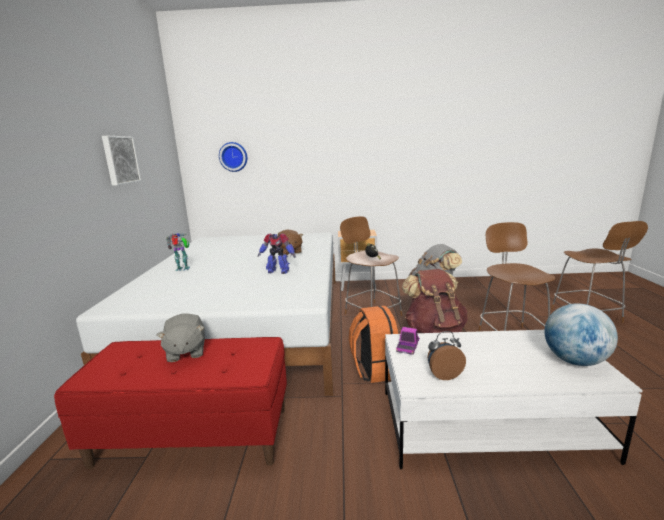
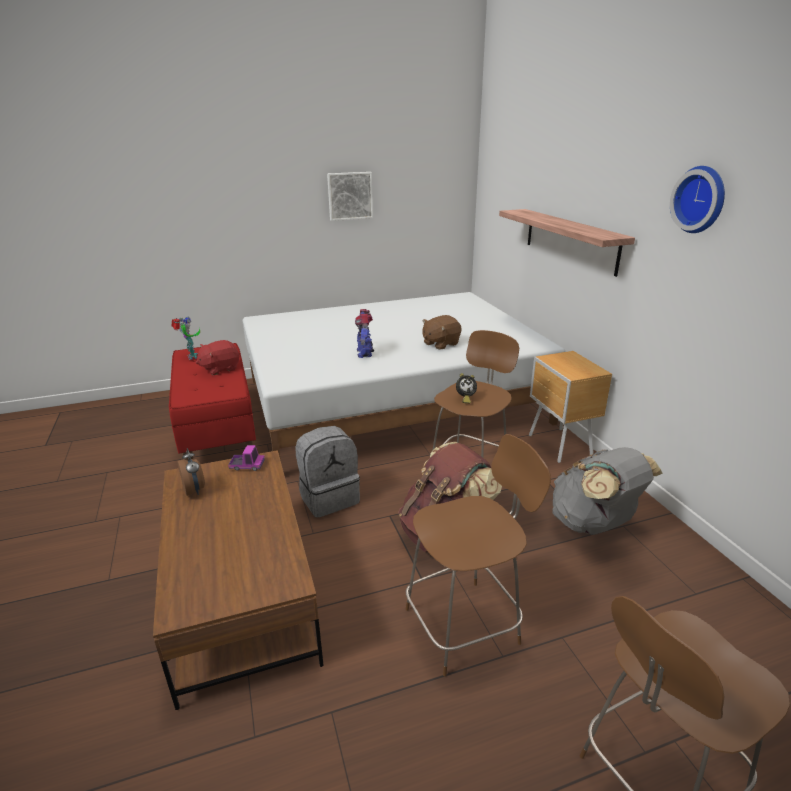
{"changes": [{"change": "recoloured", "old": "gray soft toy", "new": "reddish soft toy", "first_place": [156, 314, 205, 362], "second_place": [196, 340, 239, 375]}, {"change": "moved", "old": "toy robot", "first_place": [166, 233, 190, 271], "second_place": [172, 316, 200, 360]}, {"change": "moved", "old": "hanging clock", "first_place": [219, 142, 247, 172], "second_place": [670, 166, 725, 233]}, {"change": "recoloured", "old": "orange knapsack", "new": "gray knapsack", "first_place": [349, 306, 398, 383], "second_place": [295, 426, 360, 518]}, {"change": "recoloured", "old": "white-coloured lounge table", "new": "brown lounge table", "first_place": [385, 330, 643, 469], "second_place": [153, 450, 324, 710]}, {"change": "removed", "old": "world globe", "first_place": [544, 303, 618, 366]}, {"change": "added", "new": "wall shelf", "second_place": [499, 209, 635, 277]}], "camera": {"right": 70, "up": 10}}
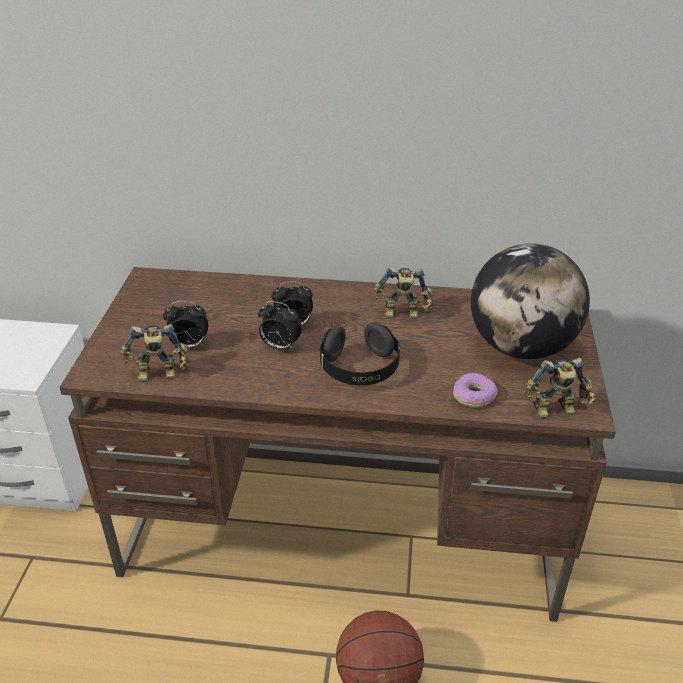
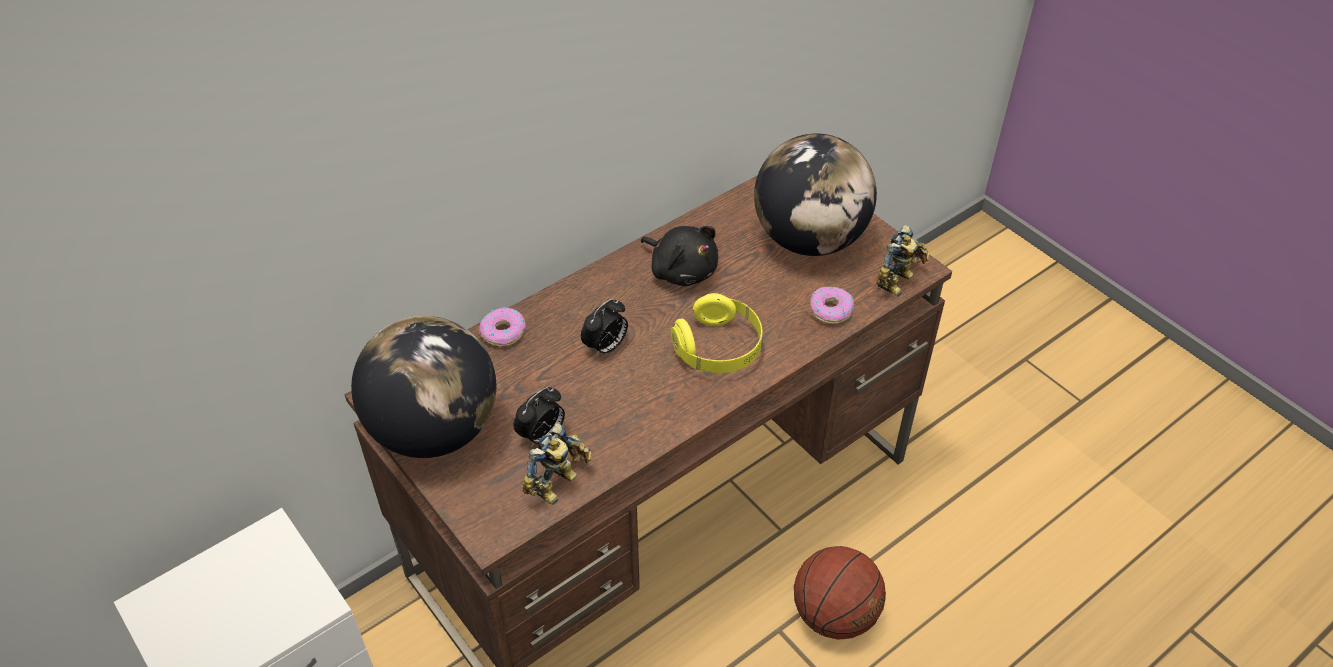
{"changes": [{"change": "removed", "old": "bedside clock", "first_place": [258, 301, 302, 351]}, {"change": "recoloured", "old": "blackish headphones", "new": "yellow headphones", "first_place": [320, 322, 400, 385], "second_place": [671, 293, 762, 373]}, {"change": "replaced", "old": "toy robot", "new": "blackish soft toy", "first_place": [374, 266, 433, 319], "second_place": [641, 226, 718, 286]}, {"change": "added", "new": "world globe", "second_place": [351, 316, 496, 458]}, {"change": "added", "new": "ring doughnut", "second_place": [479, 307, 526, 347]}], "camera": {"right": -45, "up": 10}}
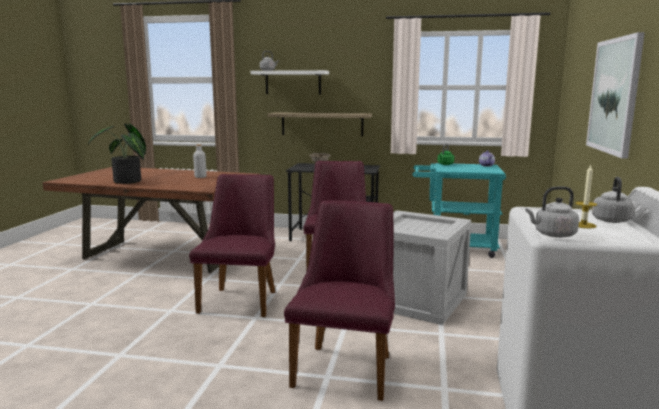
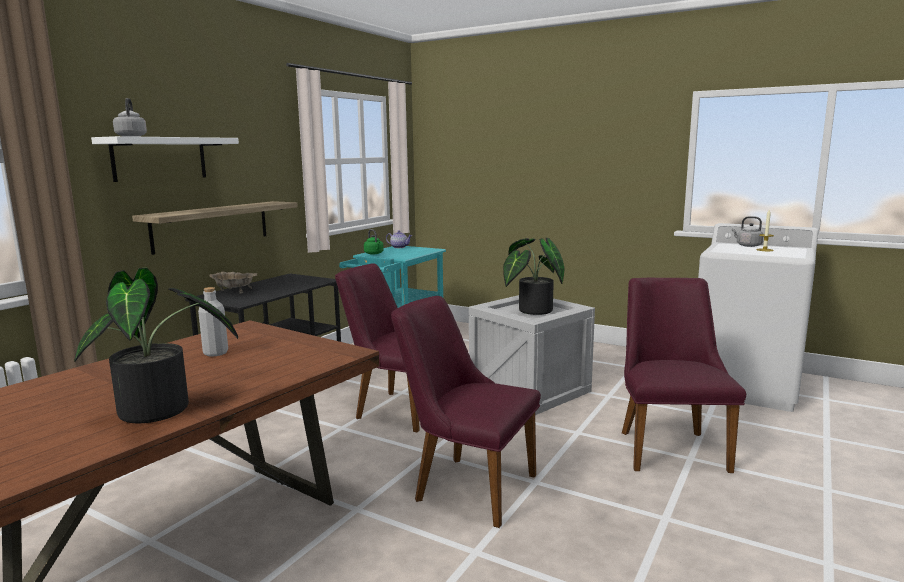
{"changes": [{"change": "turned", "old": "purplish upright chair", "first_place": [284, 200, 395, 401], "second_place": [622, 278, 746, 473], "degrees": 60}, {"change": "removed", "old": "gray kettle", "first_place": [525, 186, 579, 238]}, {"change": "removed", "old": "picture", "first_place": [586, 32, 645, 159]}, {"change": "added", "new": "houseplant", "second_place": [503, 238, 565, 315]}], "camera": {"right": -70, "up": 0}}
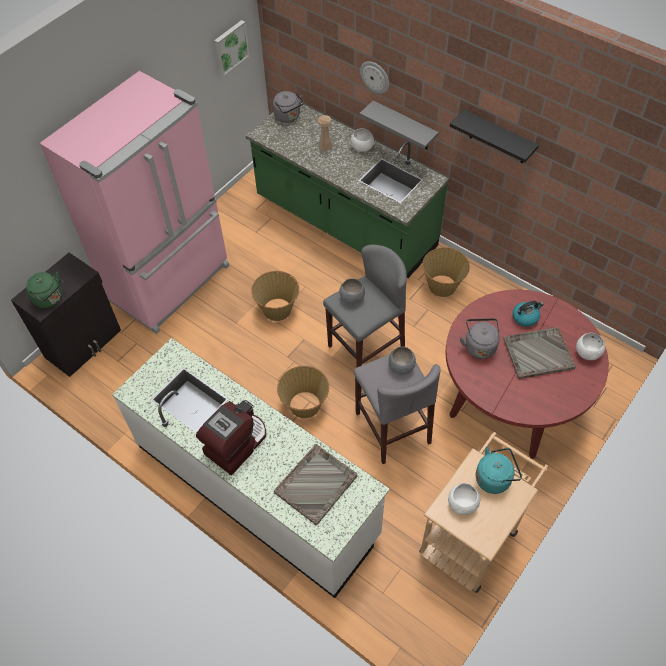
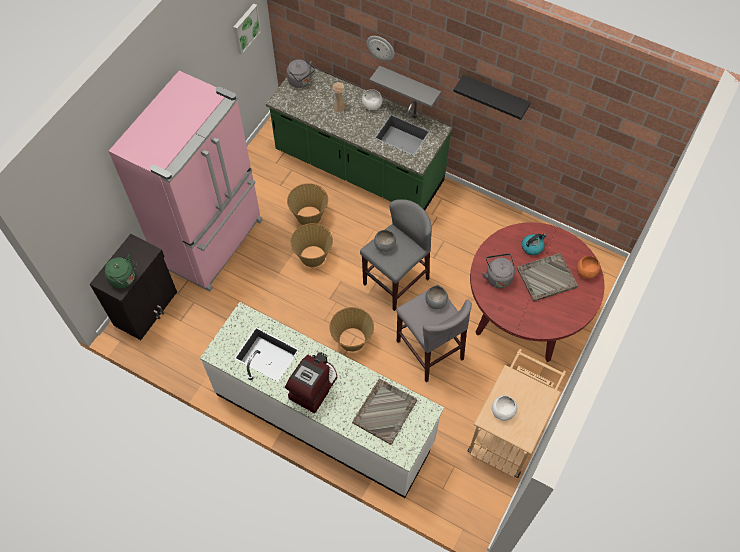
{"changes": [{"change": "moved", "old": "basket", "first_place": [422, 247, 470, 297], "second_place": [287, 183, 328, 225]}, {"change": "removed", "old": "turquoise kettle", "first_place": [476, 447, 522, 494]}, {"change": "recoloured", "old": "white-coloured deep dish", "new": "orange deep dish", "first_place": [576, 333, 605, 360], "second_place": [577, 256, 600, 279]}], "camera": {"right": -10, "up": 5}}
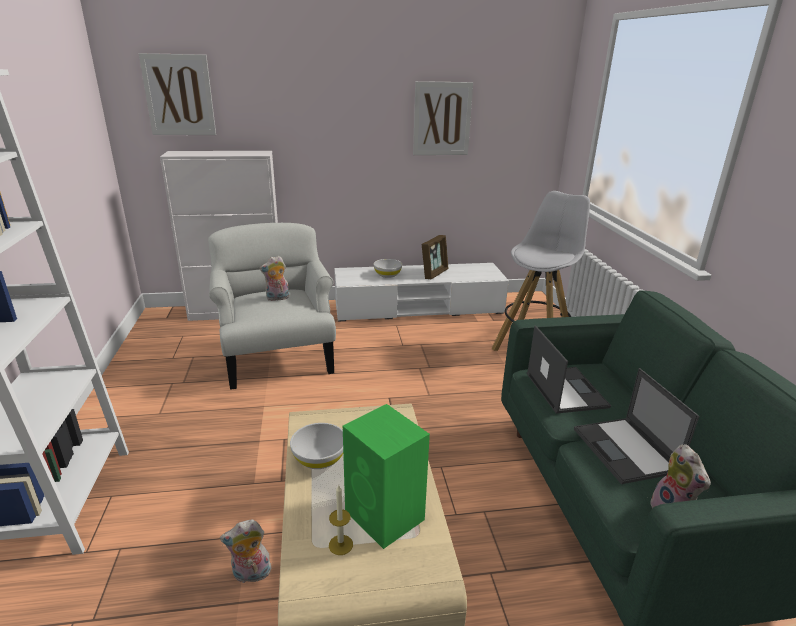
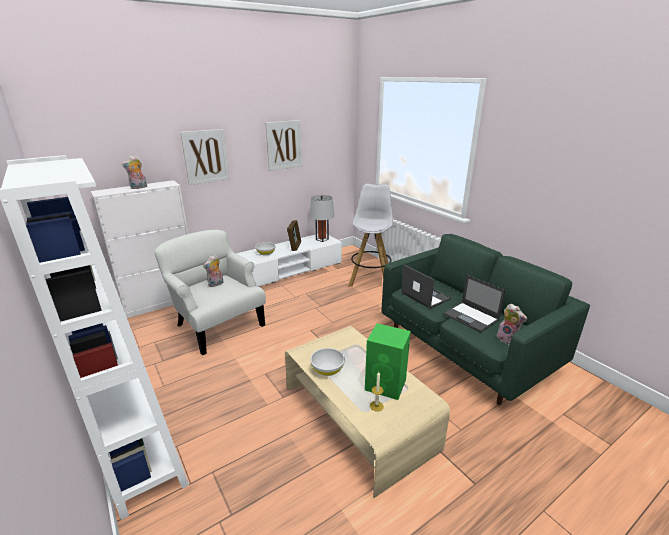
{"changes": [{"change": "moved", "old": "picture", "first_place": [139, 53, 216, 135], "second_place": [180, 129, 230, 185]}, {"change": "moved", "old": "soft toy", "first_place": [220, 520, 272, 583], "second_place": [122, 156, 147, 189]}, {"change": "added", "new": "gray lamp for a table", "second_place": [309, 195, 334, 242]}], "camera": {"right": -25, "up": 0}}
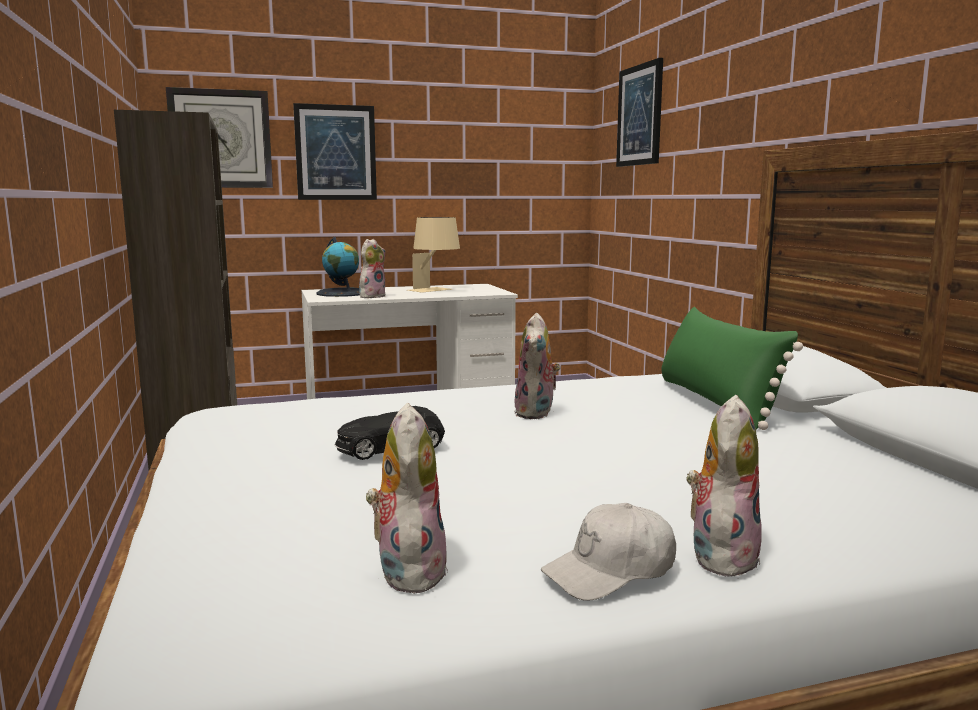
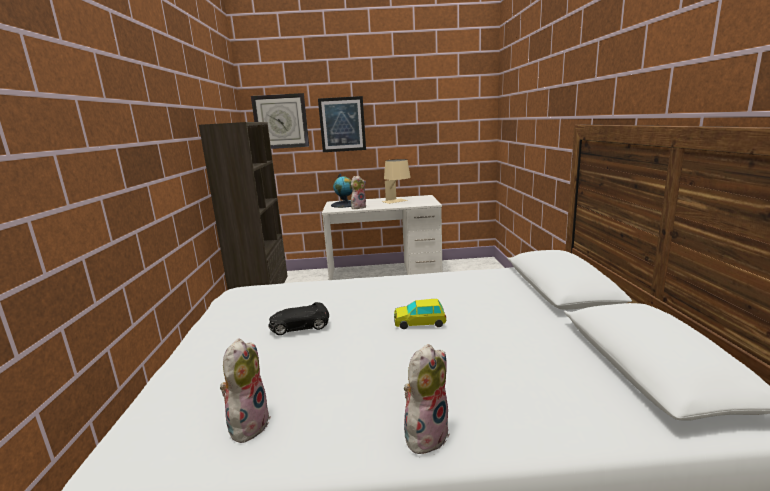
{"changes": [{"change": "removed", "old": "soft toy", "first_place": [515, 313, 561, 419]}, {"change": "removed", "old": "white-coloured baseball cap", "first_place": [541, 503, 676, 600]}, {"change": "removed", "old": "picture", "first_place": [616, 58, 663, 167]}, {"change": "removed", "old": "green-coloured cushion", "first_place": [661, 307, 803, 430]}, {"change": "added", "new": "miniature car", "second_place": [394, 299, 446, 329]}], "camera": {"right": 15, "up": 5}}
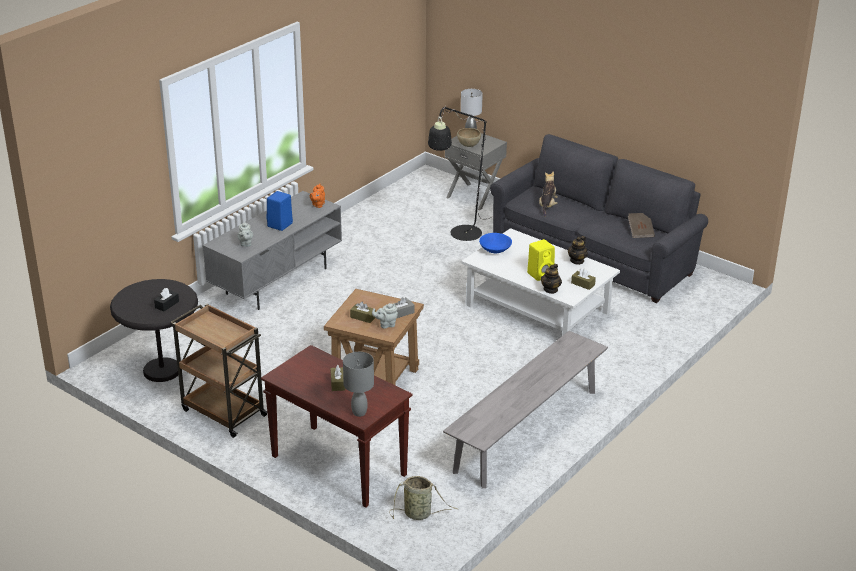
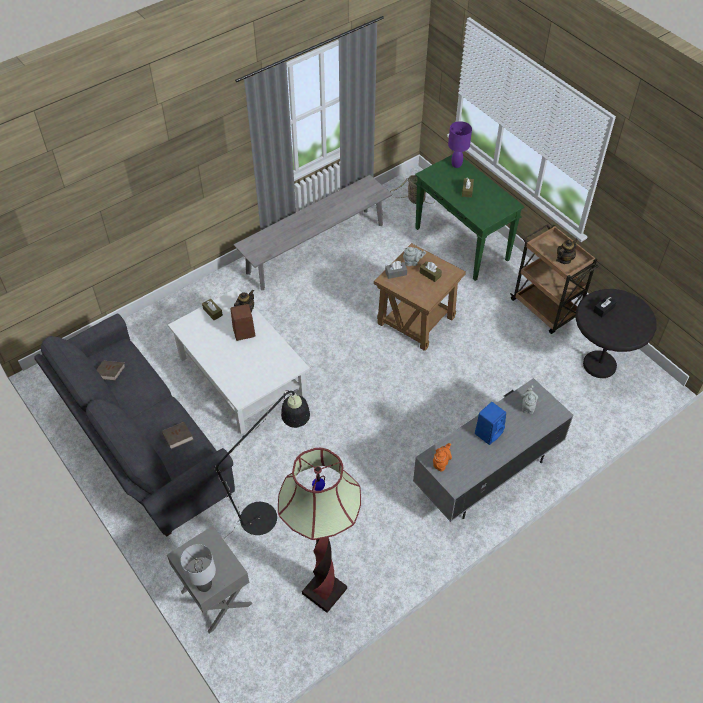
{"changes": [{"change": "recoloured", "old": "brown narrow table", "new": "green-coloured narrow table", "first_place": [261, 345, 413, 507], "second_place": [415, 154, 525, 281]}, {"change": "recoloured", "old": "gray lamp for a table", "new": "purplish lamp for a table", "first_place": [343, 352, 374, 417], "second_place": [448, 121, 472, 168]}, {"change": "removed", "old": "brown deep dish", "first_place": [457, 128, 481, 147]}, {"change": "removed", "old": "bluish deep dish", "first_place": [479, 233, 512, 253]}, {"change": "recoloured", "old": "yellow audio speaker", "new": "brown audio speaker", "first_place": [527, 239, 555, 281], "second_place": [231, 304, 255, 341]}, {"change": "replaced", "old": "soft toy", "new": "brown bound book", "first_place": [539, 172, 558, 217], "second_place": [162, 422, 194, 449]}, {"change": "moved", "old": "teapot", "first_place": [568, 236, 588, 265], "second_place": [556, 239, 577, 264]}, {"change": "added", "new": "floor lamp", "second_place": [278, 448, 361, 613]}], "camera": {"right": -165, "up": 20}}
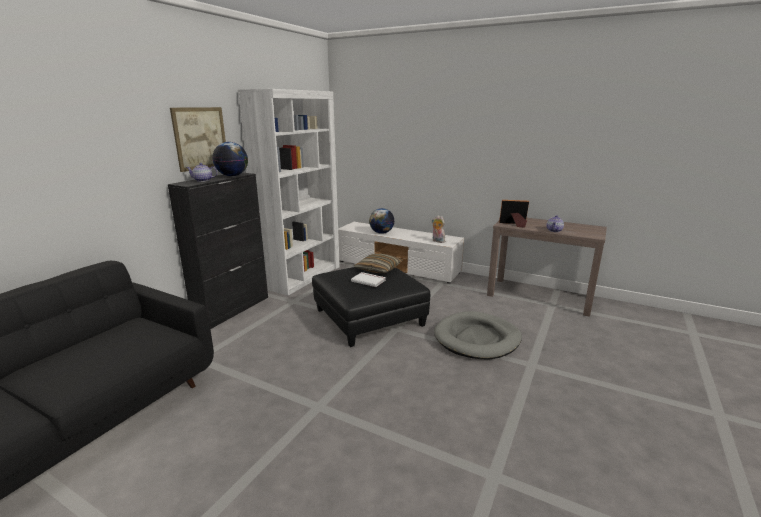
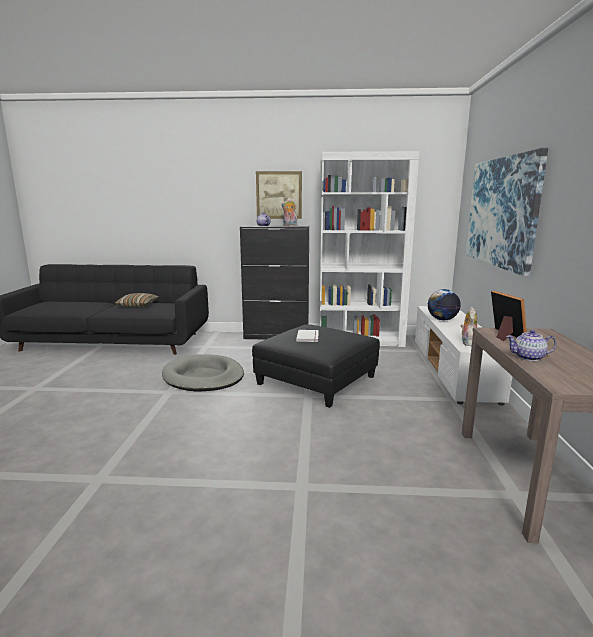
{"changes": [{"change": "replaced", "old": "world globe", "new": "soft toy", "first_place": [212, 142, 248, 176], "second_place": [281, 198, 298, 226]}, {"change": "moved", "old": "cushion", "first_place": [354, 254, 402, 273], "second_place": [115, 293, 159, 307]}, {"change": "moved", "old": "gray dog cushion", "first_place": [434, 311, 522, 359], "second_place": [162, 355, 244, 392]}, {"change": "added", "new": "picture", "second_place": [466, 148, 548, 276]}], "camera": {"right": 65, "up": -5}}
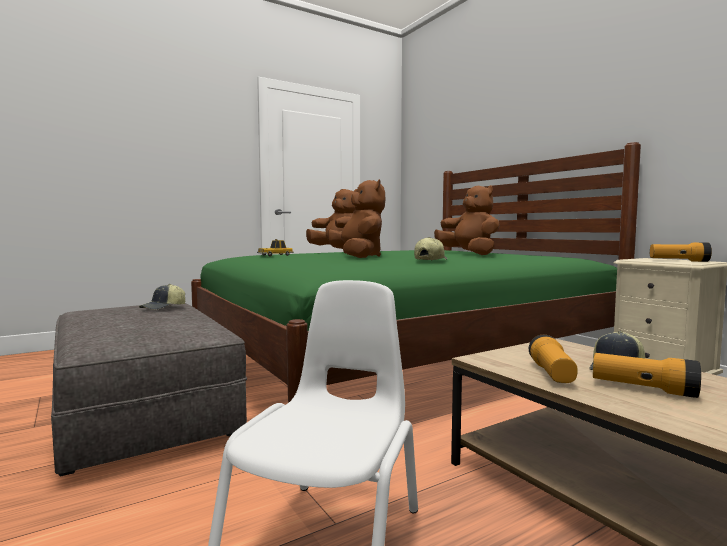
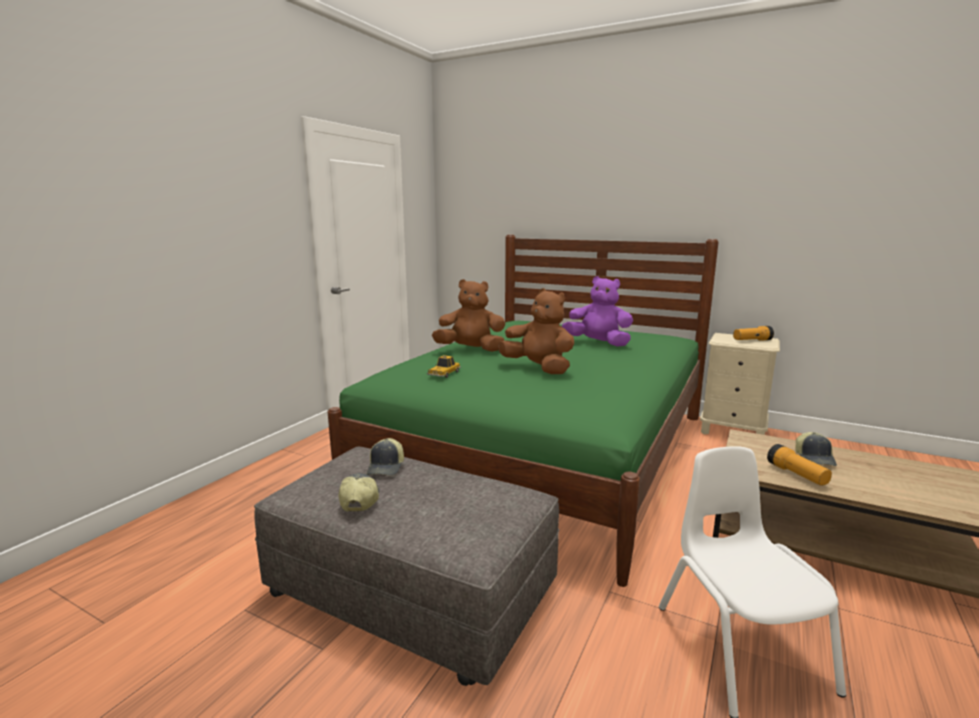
{"changes": [{"change": "moved", "old": "baseball cap", "first_place": [414, 237, 447, 260], "second_place": [338, 473, 379, 512]}, {"change": "recoloured", "old": "brown soft toy", "new": "purplish soft toy", "first_place": [434, 185, 500, 255], "second_place": [562, 276, 633, 347]}, {"change": "removed", "old": "torch", "first_place": [593, 353, 701, 398]}], "camera": {"right": -30, "up": 10}}
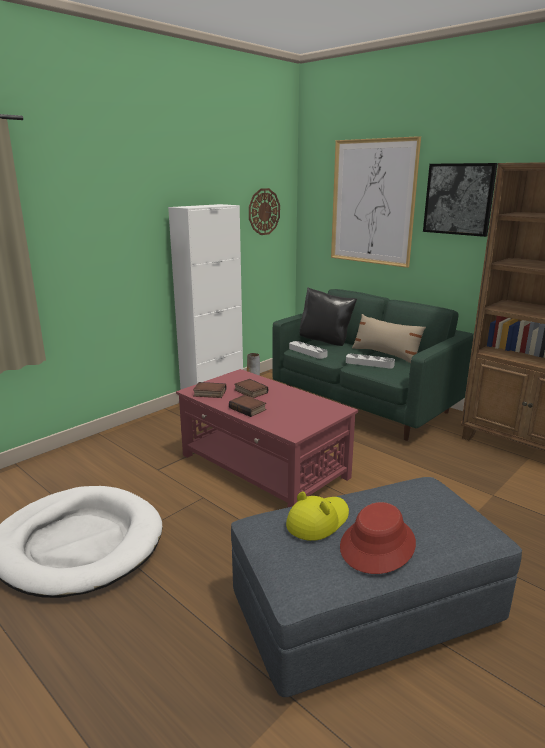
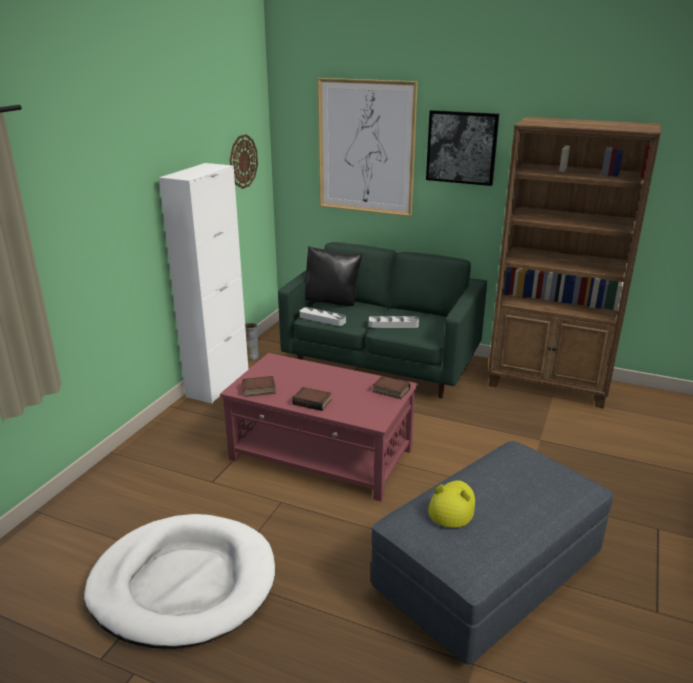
{"changes": [{"change": "moved", "old": "bound book", "first_place": [234, 379, 268, 398], "second_place": [372, 376, 411, 399]}, {"change": "removed", "old": "reddish clothing hat", "first_place": [340, 502, 416, 574]}, {"change": "removed", "old": "sand-coloured cushion", "first_place": [352, 314, 426, 363]}], "camera": {"right": -20, "up": 5}}
